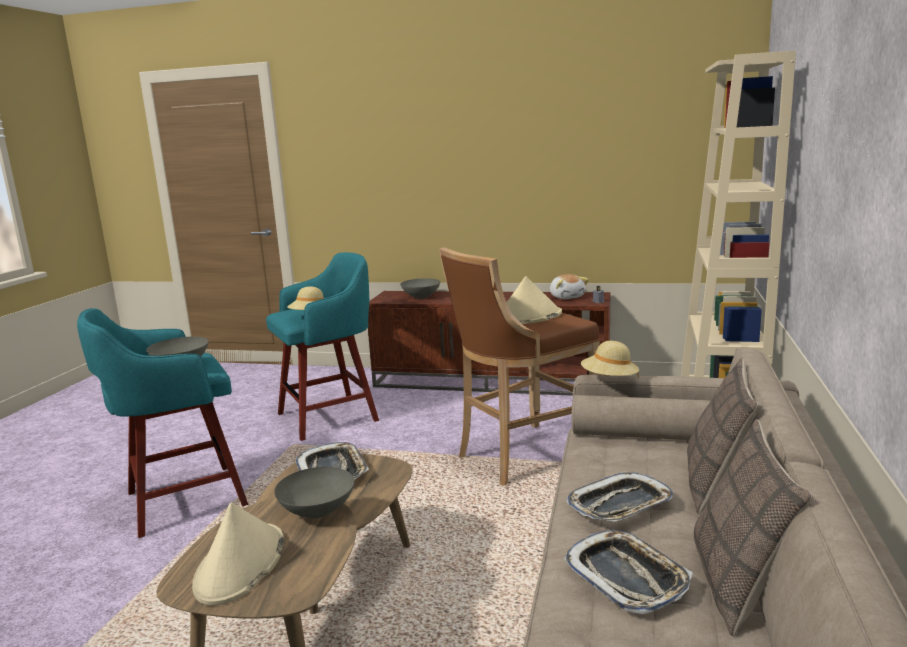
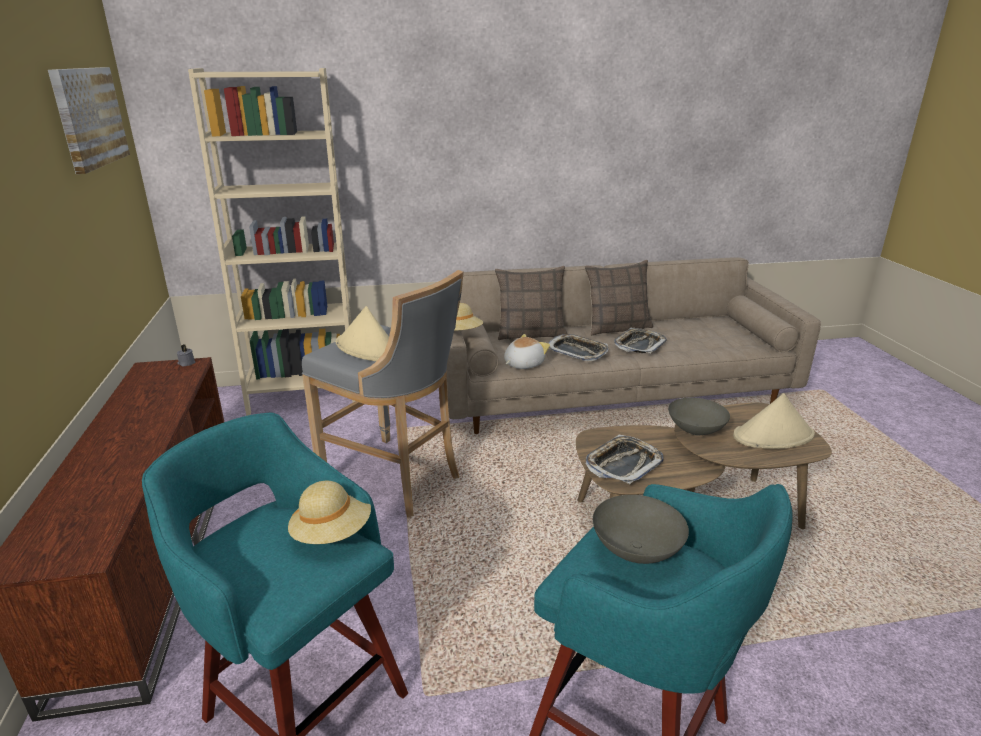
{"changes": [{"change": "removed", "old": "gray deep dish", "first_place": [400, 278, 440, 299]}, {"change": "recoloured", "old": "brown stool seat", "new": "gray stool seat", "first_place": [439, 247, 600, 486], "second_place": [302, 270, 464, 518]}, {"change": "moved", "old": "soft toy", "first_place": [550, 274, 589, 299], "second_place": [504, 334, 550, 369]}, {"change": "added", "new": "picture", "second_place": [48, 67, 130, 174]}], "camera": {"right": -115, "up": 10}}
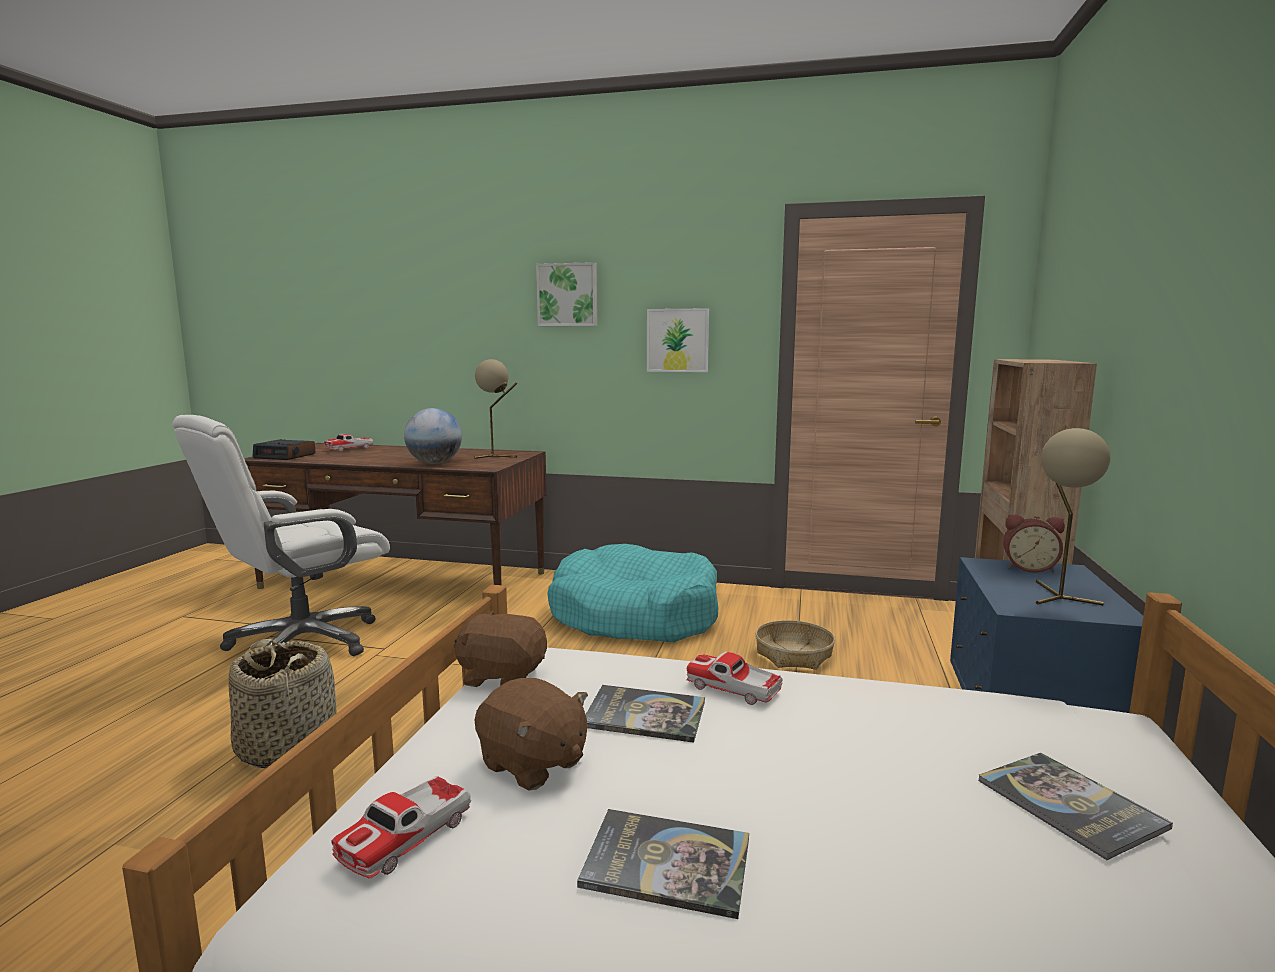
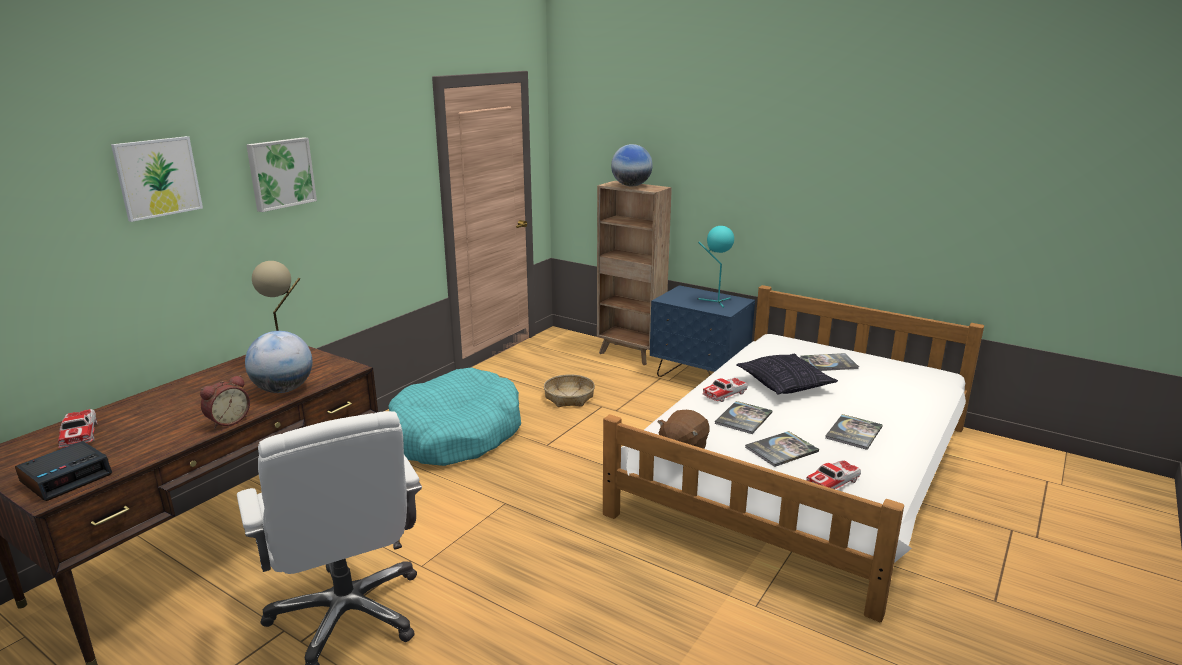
{"changes": [{"change": "removed", "old": "basket", "first_place": [229, 639, 336, 768]}, {"change": "turned", "old": "miniature car", "first_place": [331, 776, 471, 879], "second_place": [806, 460, 861, 489], "degrees": 90}, {"change": "replaced", "old": "brown soft toy", "new": "bound book", "first_place": [474, 678, 588, 790], "second_place": [745, 431, 819, 467]}, {"change": "moved", "old": "picture", "first_place": [647, 308, 709, 372], "second_place": [111, 136, 203, 222]}, {"change": "moved", "old": "bedside clock", "first_place": [1003, 514, 1065, 573], "second_place": [200, 375, 250, 429]}, {"change": "recoloured", "old": "sand-coloured lamp for a table", "new": "turquoise lamp for a table", "first_place": [1036, 428, 1110, 605], "second_place": [698, 226, 734, 308]}, {"change": "added", "new": "world globe", "second_place": [611, 144, 653, 186]}, {"change": "added", "new": "cushion", "second_place": [736, 354, 838, 394]}], "camera": {"right": -70, "up": 10}}
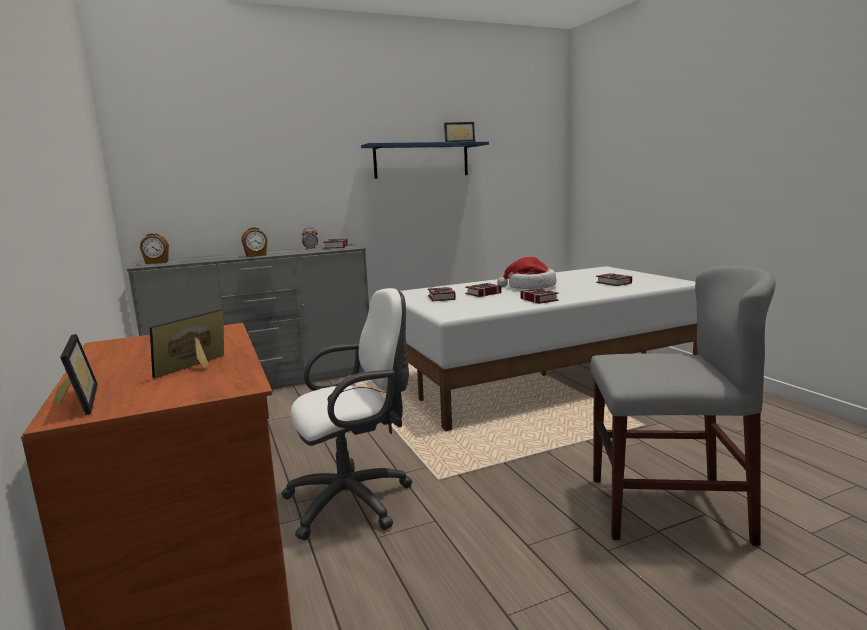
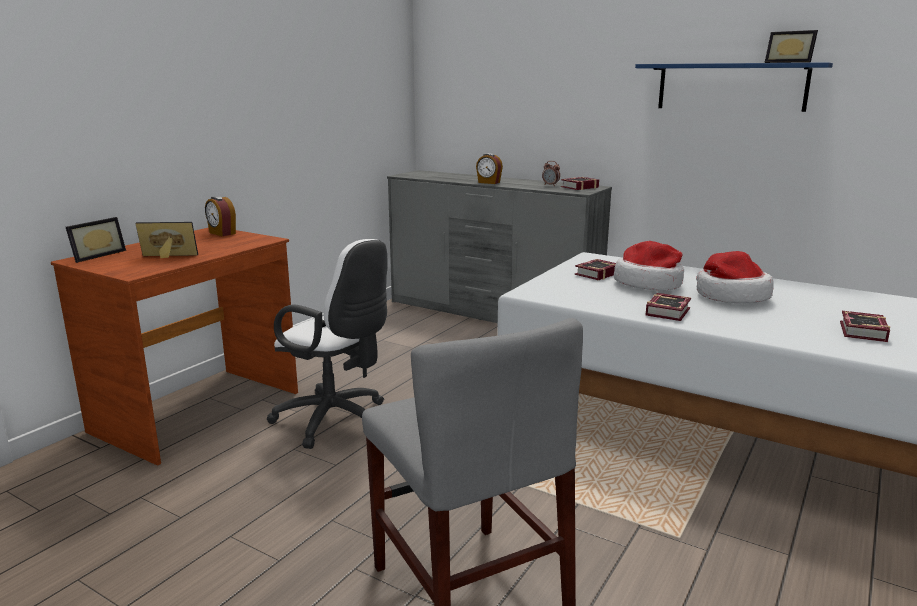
{"changes": [{"change": "moved", "old": "bedside clock", "first_place": [140, 233, 169, 264], "second_place": [205, 196, 236, 236]}, {"change": "replaced", "old": "bound book", "new": "clothing hat", "first_place": [465, 283, 502, 297], "second_place": [614, 241, 684, 291]}], "camera": {"right": 55, "up": 5}}
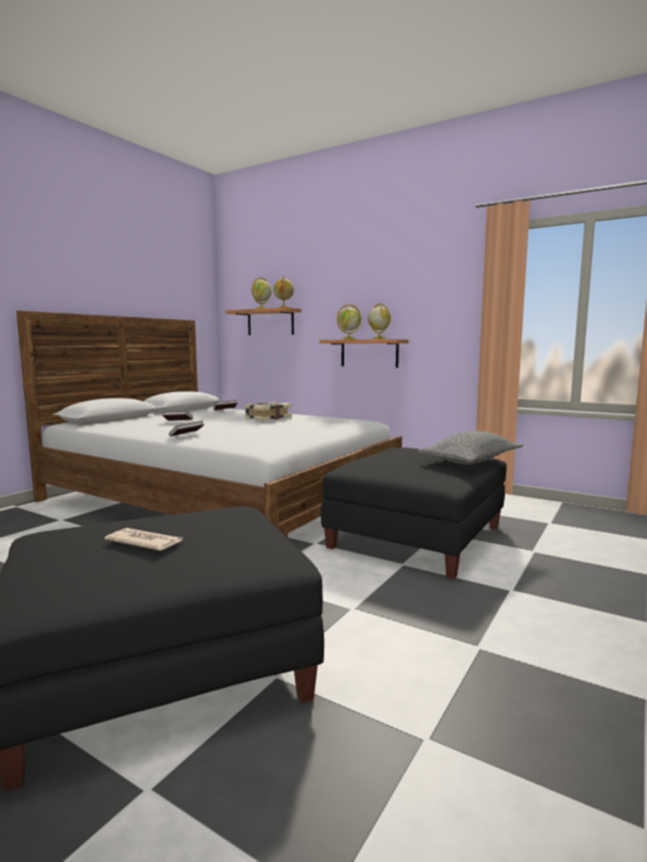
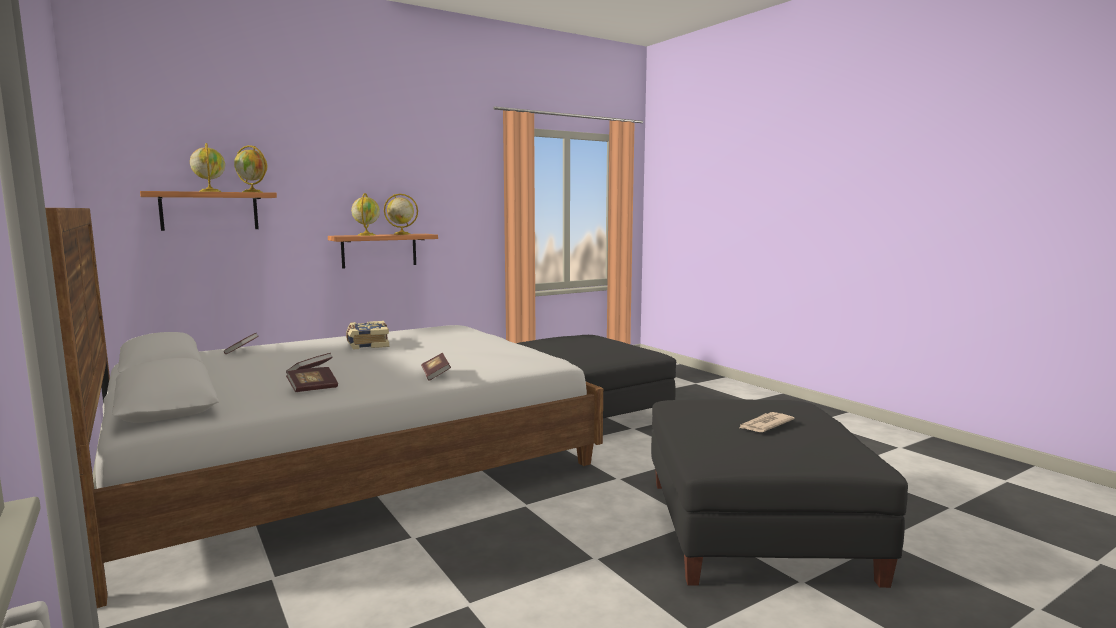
{"changes": [{"change": "removed", "old": "gray cushion", "first_place": [418, 431, 523, 465]}, {"change": "added", "new": "bound book", "second_place": [286, 367, 338, 392]}], "camera": {"right": -65, "up": 0}}
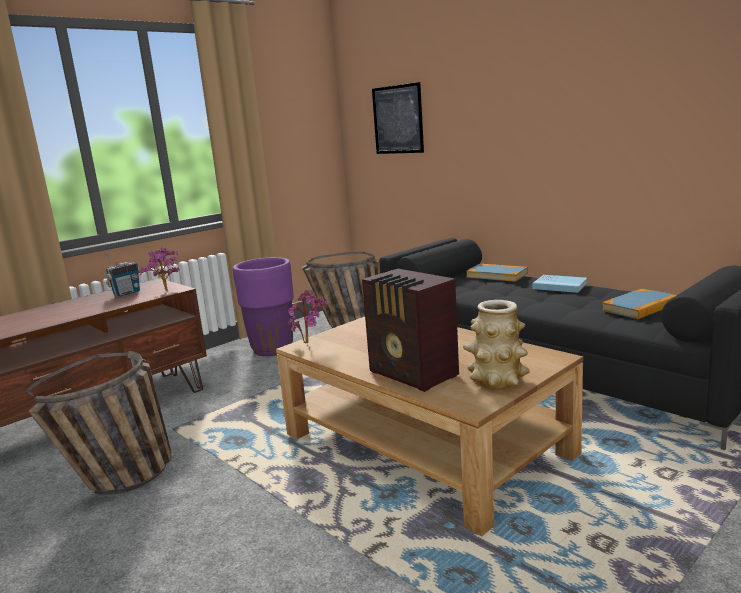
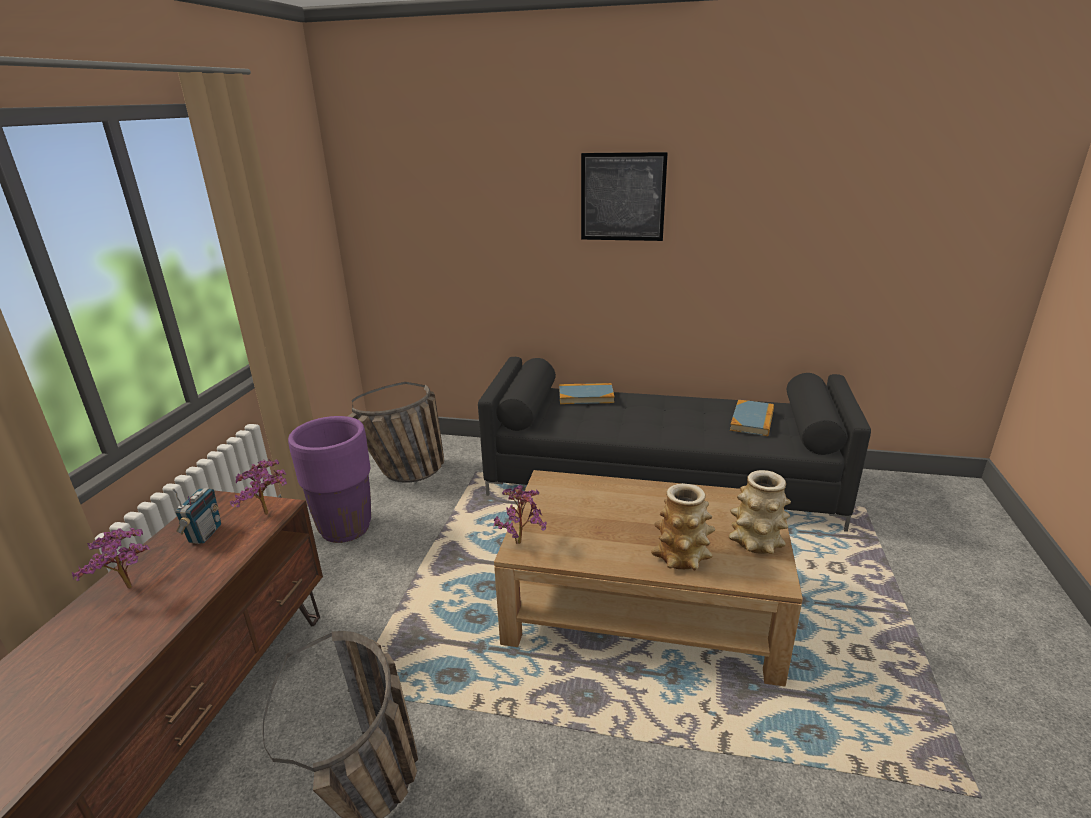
{"changes": [{"change": "replaced", "old": "radio", "new": "decorative vase", "first_place": [362, 269, 459, 392], "second_place": [651, 483, 715, 570]}, {"change": "moved", "old": "picture", "first_place": [372, 82, 424, 154], "second_place": [581, 152, 668, 241]}, {"change": "removed", "old": "bluish bound book", "first_place": [533, 275, 588, 293]}, {"change": "added", "new": "houseplant", "second_place": [72, 528, 150, 589]}], "camera": {"right": -35, "up": 10}}
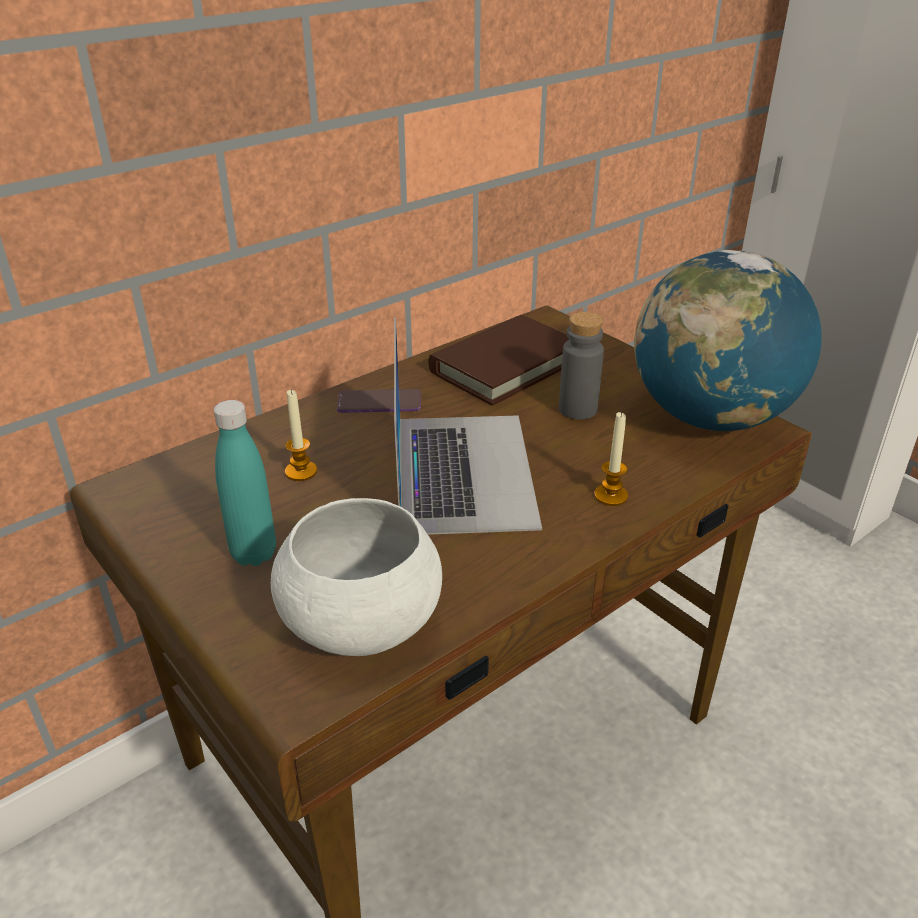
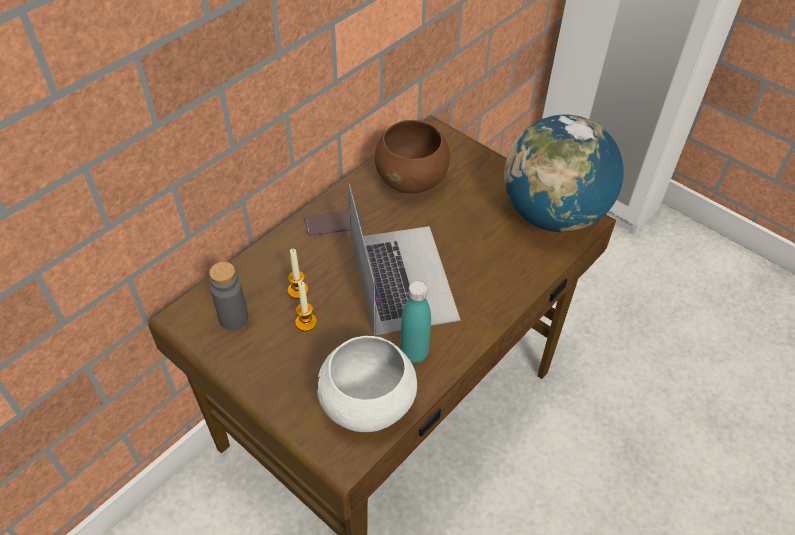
{"changes": [{"change": "moved", "old": "turquoise drink bottle", "first_place": [214, 400, 276, 566], "second_place": [400, 281, 431, 364]}, {"change": "replaced", "old": "brown bound book", "new": "brown deep dish", "first_place": [428, 315, 569, 406], "second_place": [375, 120, 450, 193]}, {"change": "moved", "old": "gray drink bottle", "first_place": [559, 312, 604, 420], "second_place": [209, 262, 248, 330]}, {"change": "moved", "old": "wax candle", "first_place": [594, 411, 628, 506], "second_place": [295, 281, 317, 331]}], "camera": {"right": -10, "up": 15}}
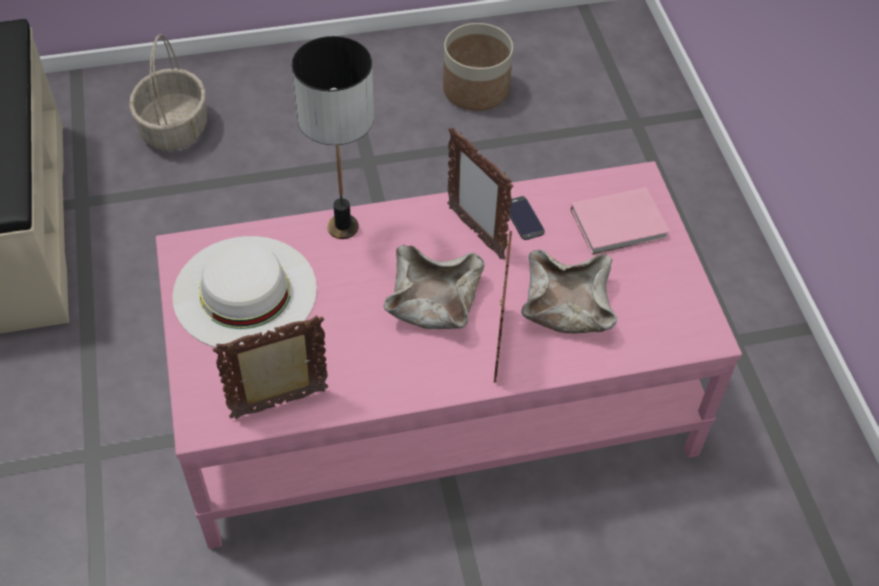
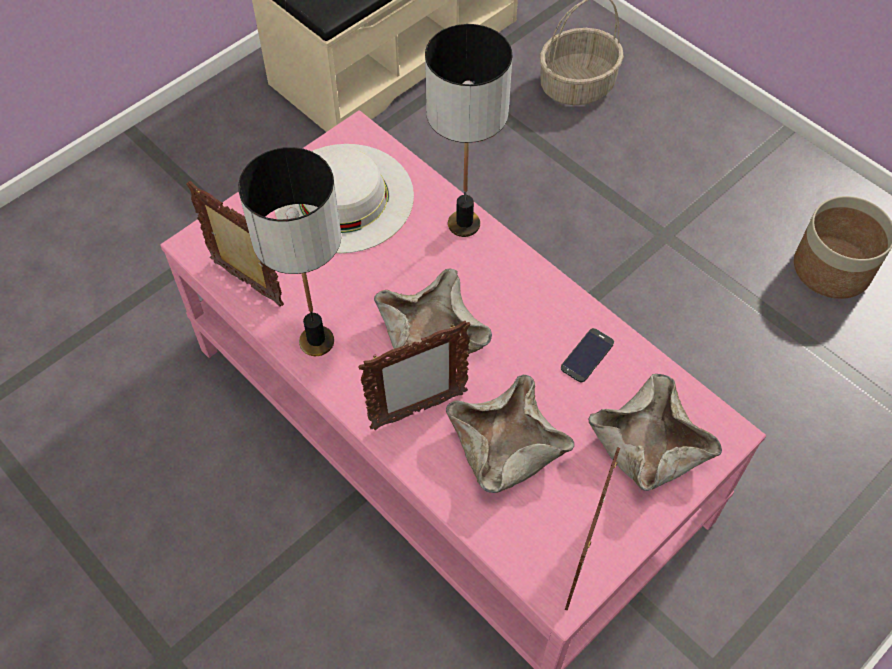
{"changes": [{"change": "moved", "old": "standing frame", "first_place": [447, 128, 514, 260], "second_place": [565, 447, 620, 611]}, {"change": "replaced", "old": "pink bound book", "new": "sand-coloured deep dish", "first_place": [571, 188, 670, 255], "second_place": [588, 374, 722, 491]}, {"change": "added", "new": "lamp for a table", "second_place": [238, 147, 341, 356]}], "camera": {"right": 60, "up": 5}}
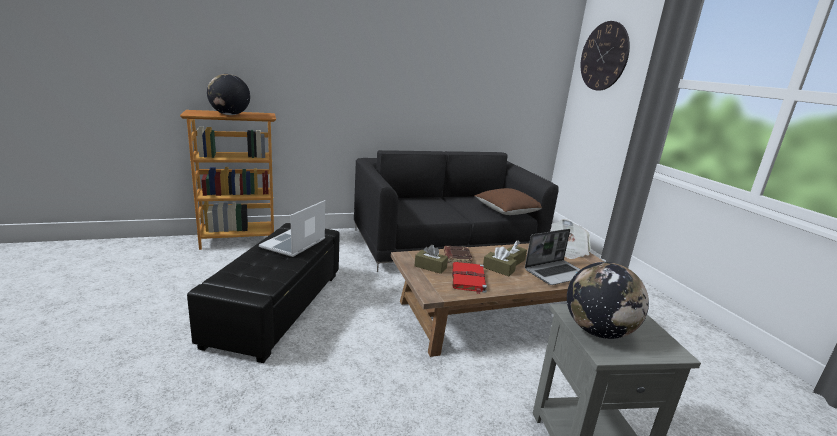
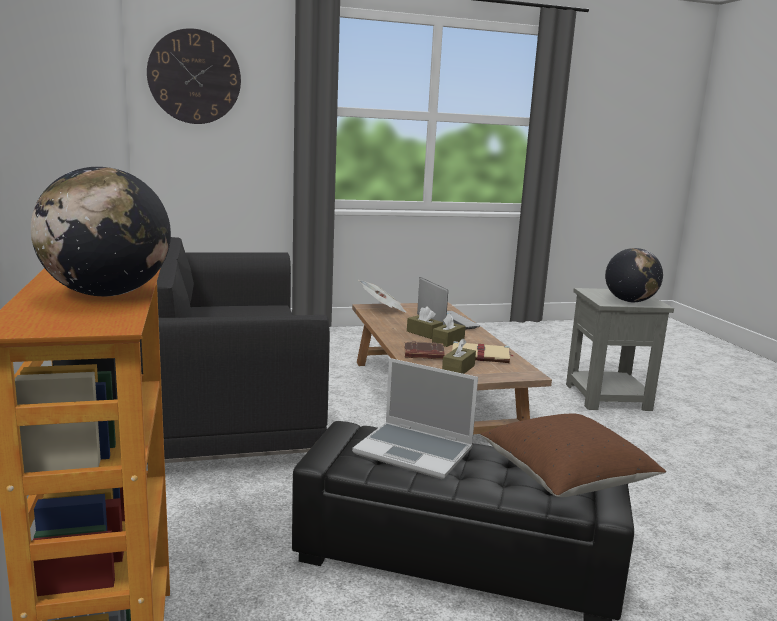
{"changes": [{"change": "recoloured", "old": "reddish bound book", "new": "sand-coloured bound book", "first_place": [452, 262, 487, 294], "second_place": [452, 341, 513, 363]}, {"change": "moved", "old": "brown cushion", "first_place": [475, 188, 542, 215], "second_place": [480, 413, 666, 497]}], "camera": {"right": -85, "up": -5}}
